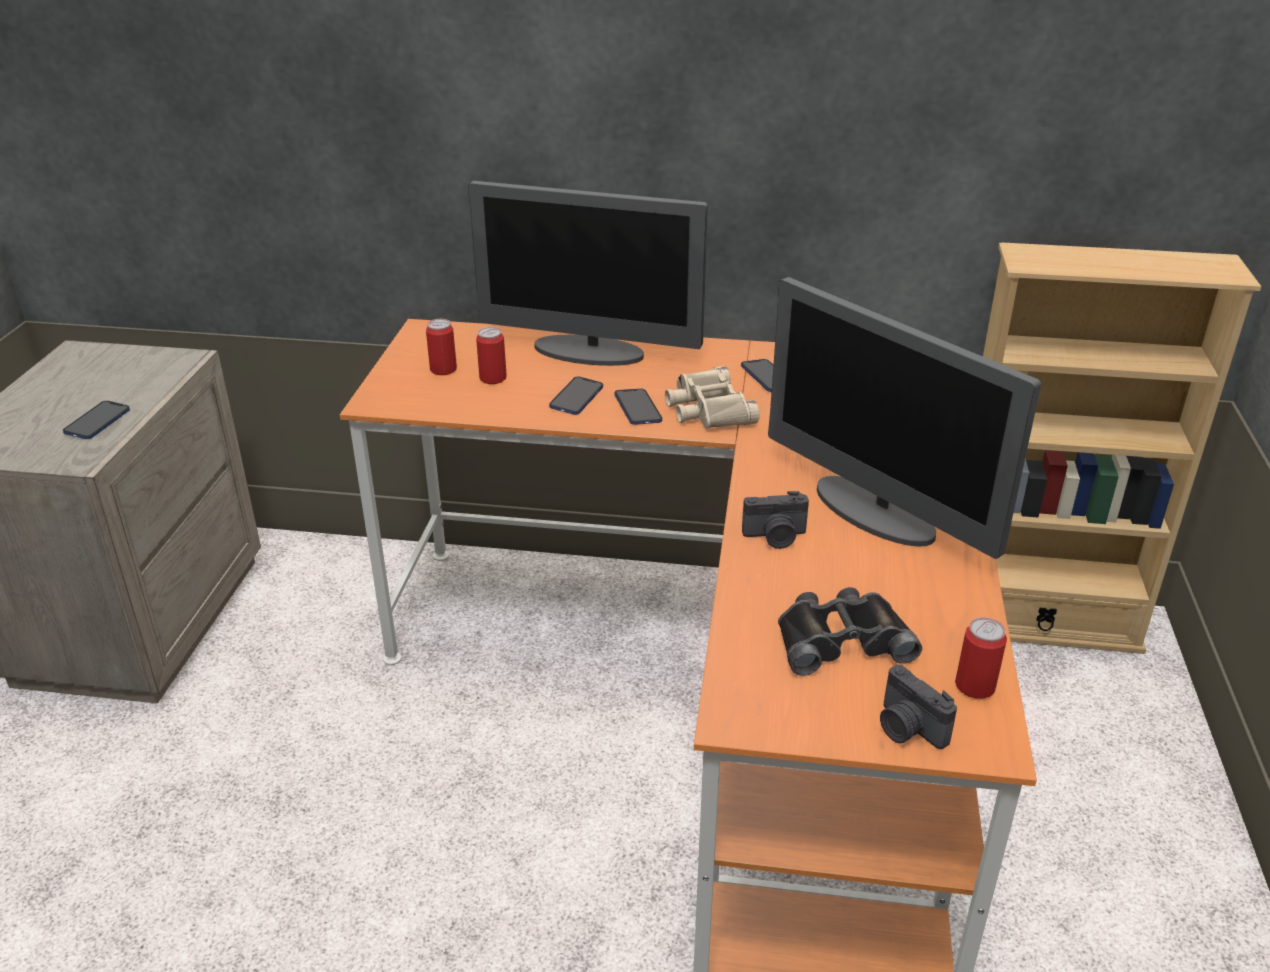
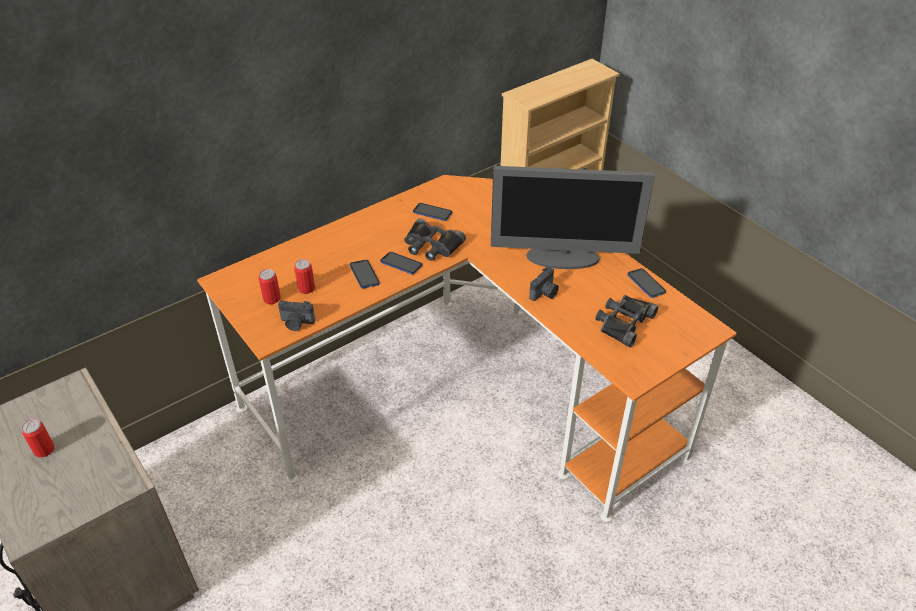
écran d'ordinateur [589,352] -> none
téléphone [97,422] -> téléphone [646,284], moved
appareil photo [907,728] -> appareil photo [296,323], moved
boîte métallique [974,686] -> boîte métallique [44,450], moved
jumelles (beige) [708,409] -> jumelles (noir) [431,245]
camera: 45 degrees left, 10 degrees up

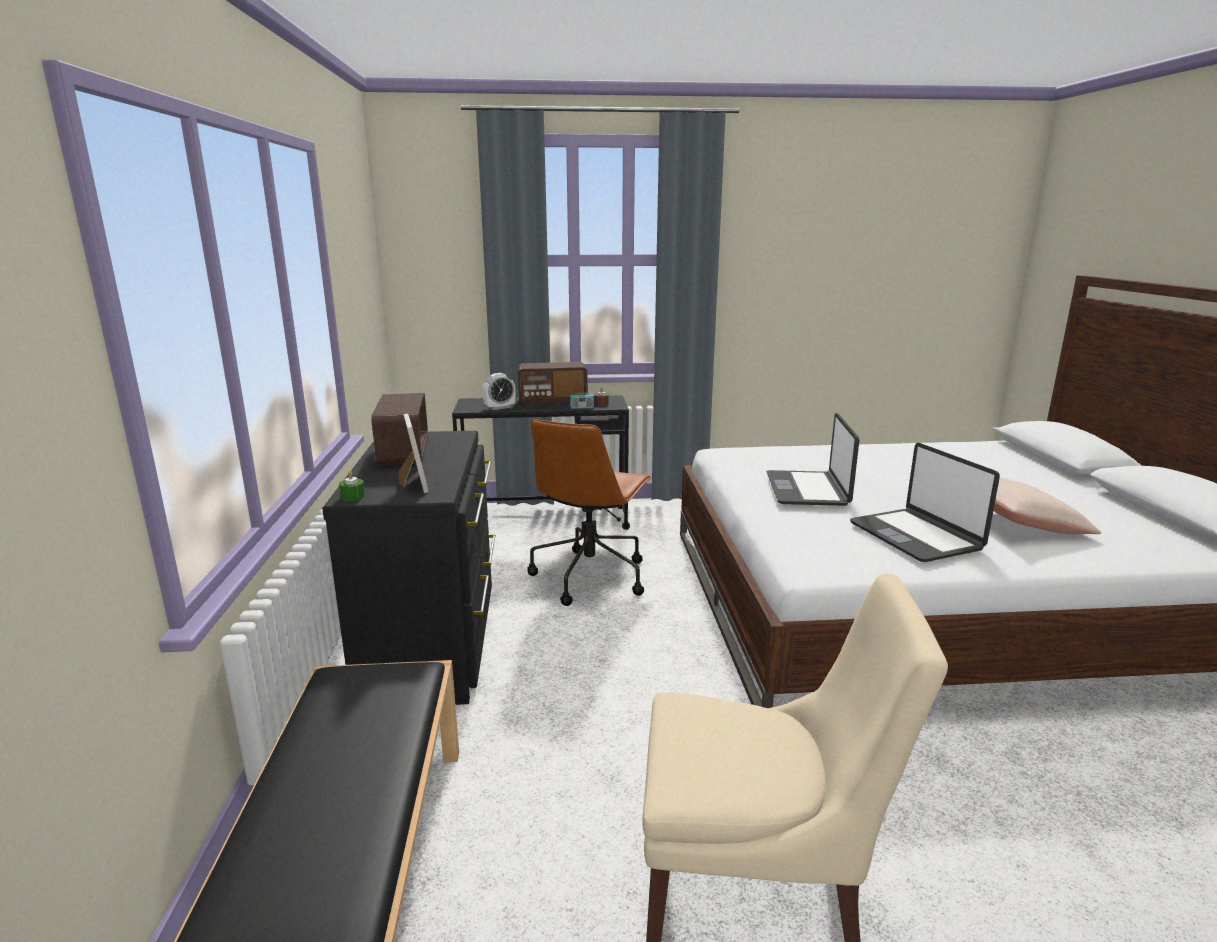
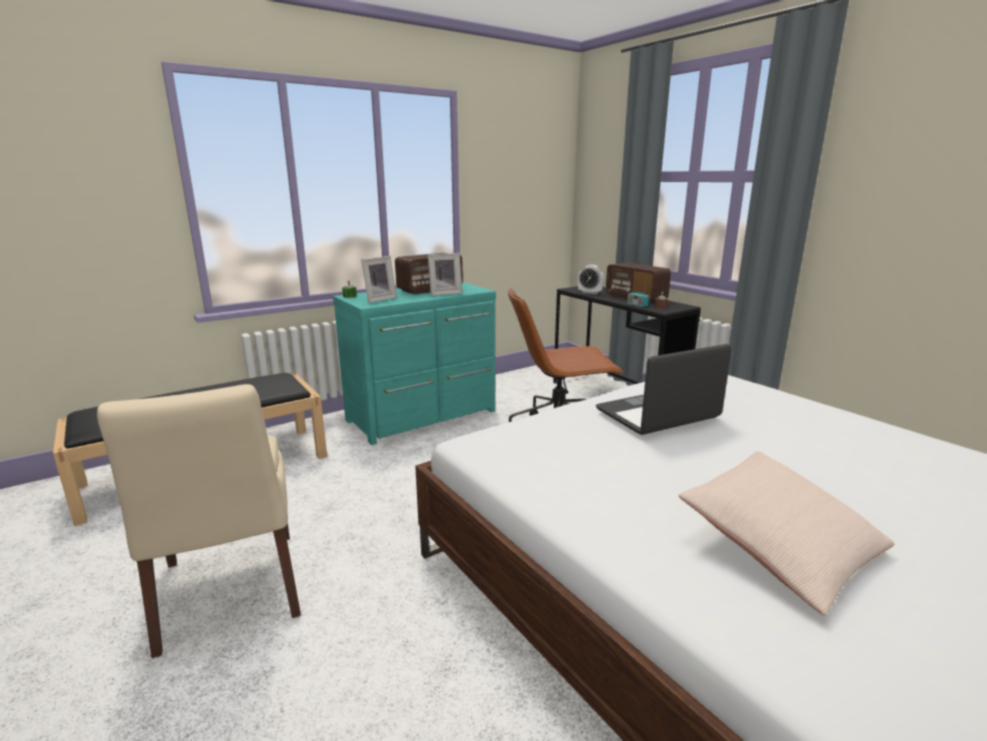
ordinateur portable [916,536] -> none
none -> cadre photo [444,293]
commode (noir) [434,641] -> commode (turquoise) [424,416]
camera: 60 degrees right, 0 degrees up

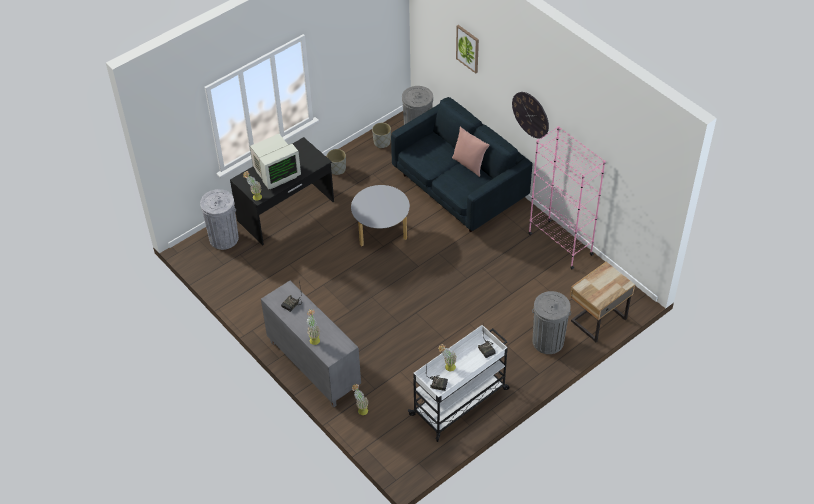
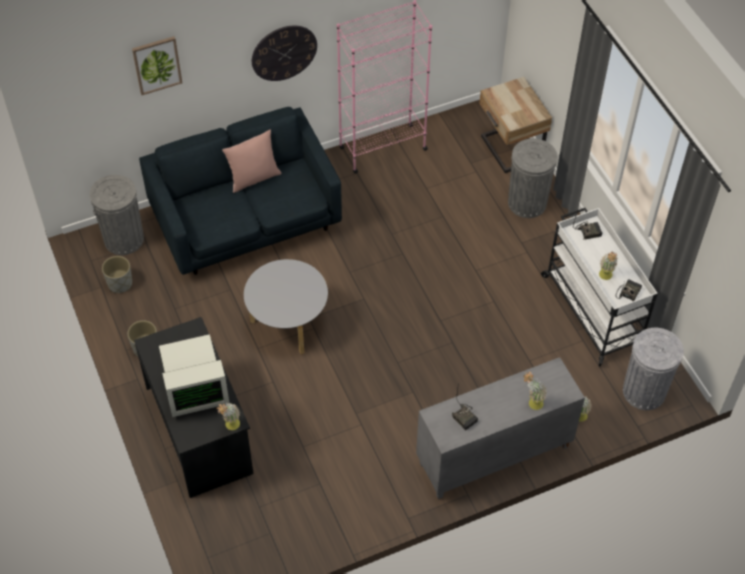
poubelle (gris) [224,238] -> poubelle (gris) [644,391], moved
écran d'ordinateur [276,174] -> écran d'ordinateur [195,390], 90 degrees clockwise
camera: 75 degrees left, 5 degrees up

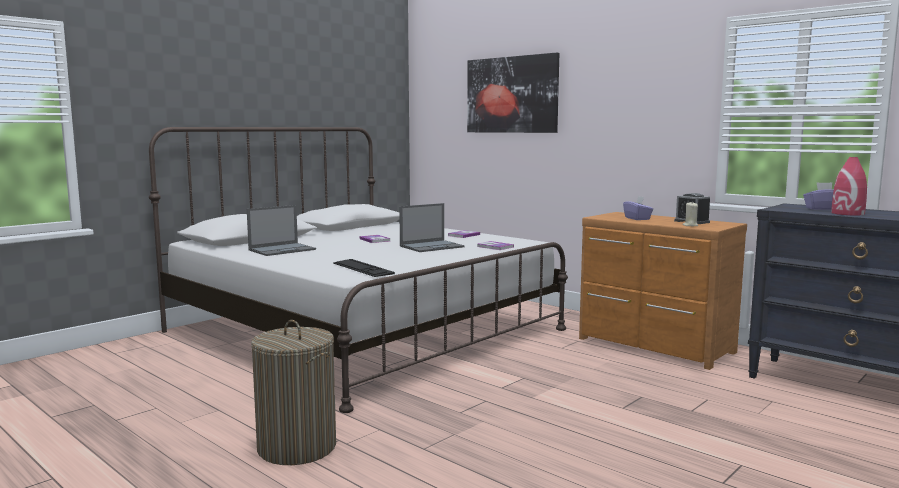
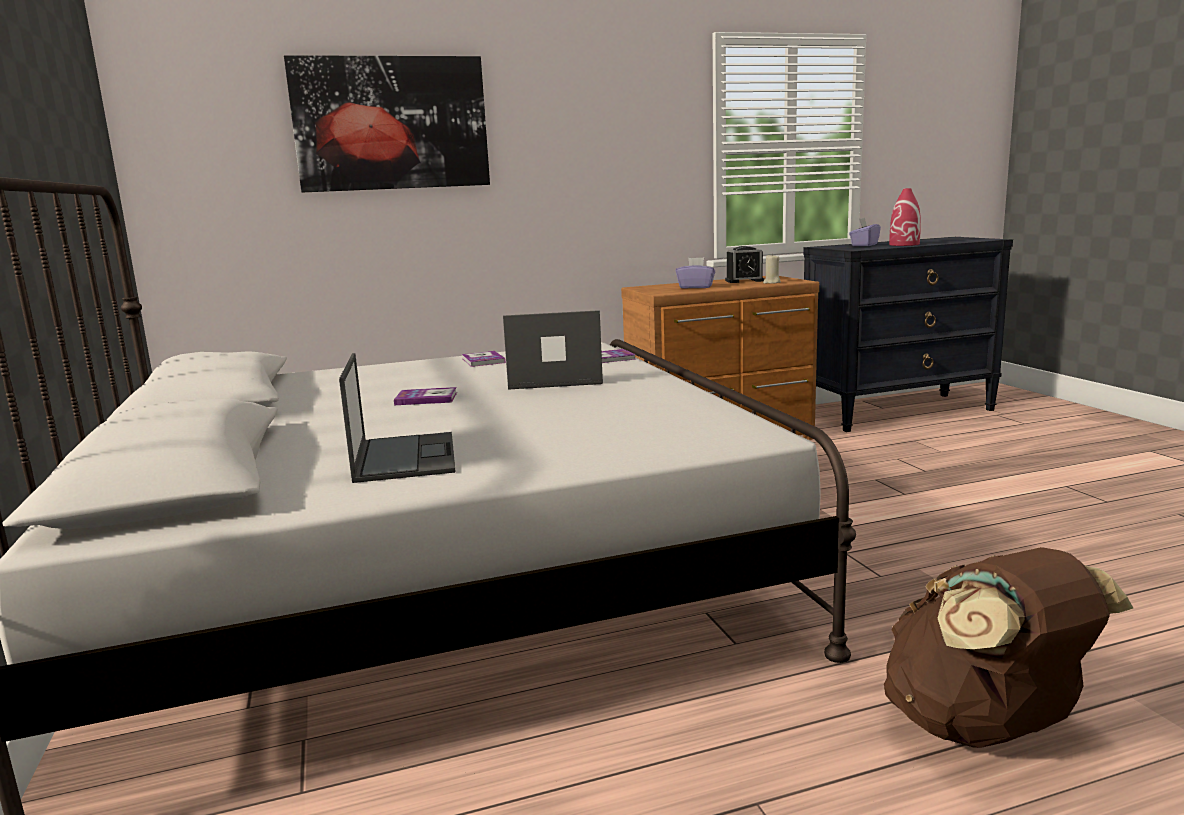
clavier [362,268] -> none
panier à linge [296,447] -> sac à dos (marron) [984,729]
ordinateur portable [432,246] -> ordinateur portable [553,379], 90 degrees counterclockwise
camera: 60 degrees left, 5 degrees up

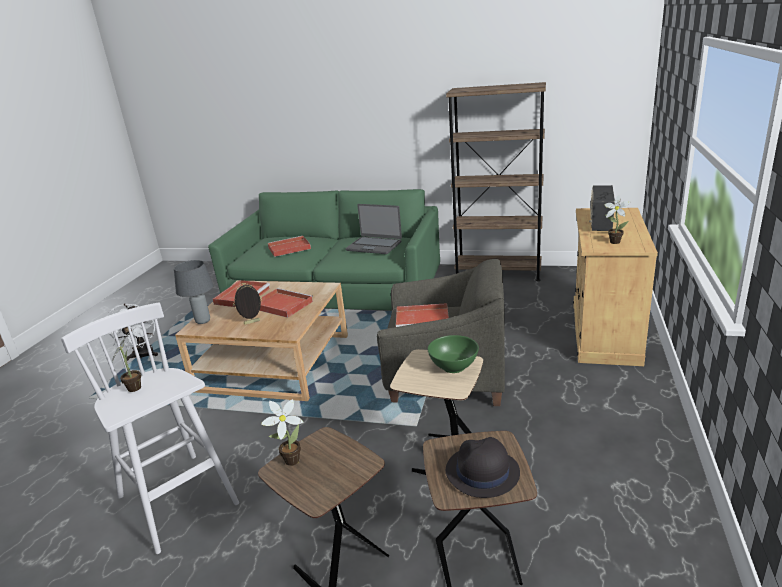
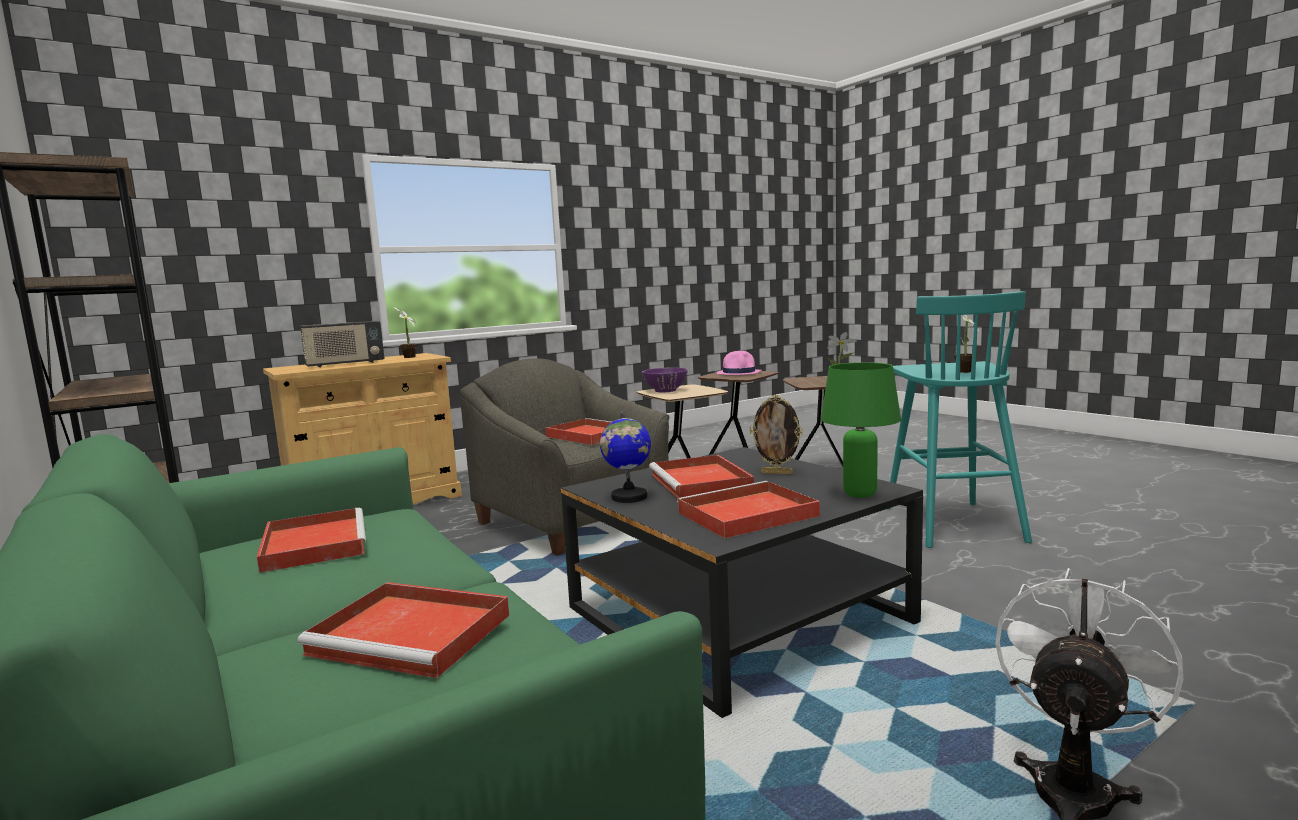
none -> globe [629,497]
ordinateur portable [374,246] -> plateau (rouge) [313,544]
tabouret (blanc) [179,501] -> tabouret (turquoise) [951,523]
lampe de table (gris) [203,321] -> lampe de table (vert) [859,494]
table basse (beige) [274,362] -> table basse (noir) [736,615]
bol (vert) [454,367] -> bol (violet) [665,390]
chapeau (noir) [482,472] -> chapeau (rose) [739,373]
camera: 140 degrees left, 15 degrees down

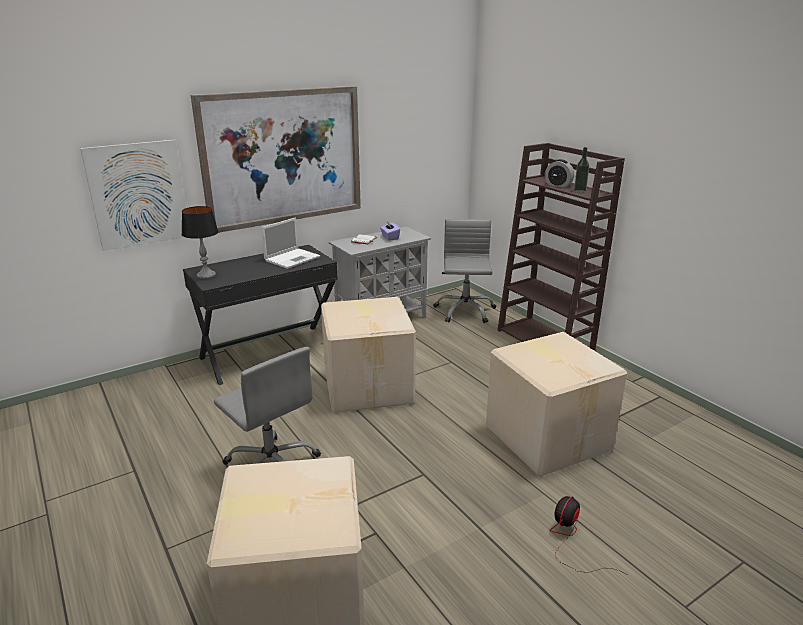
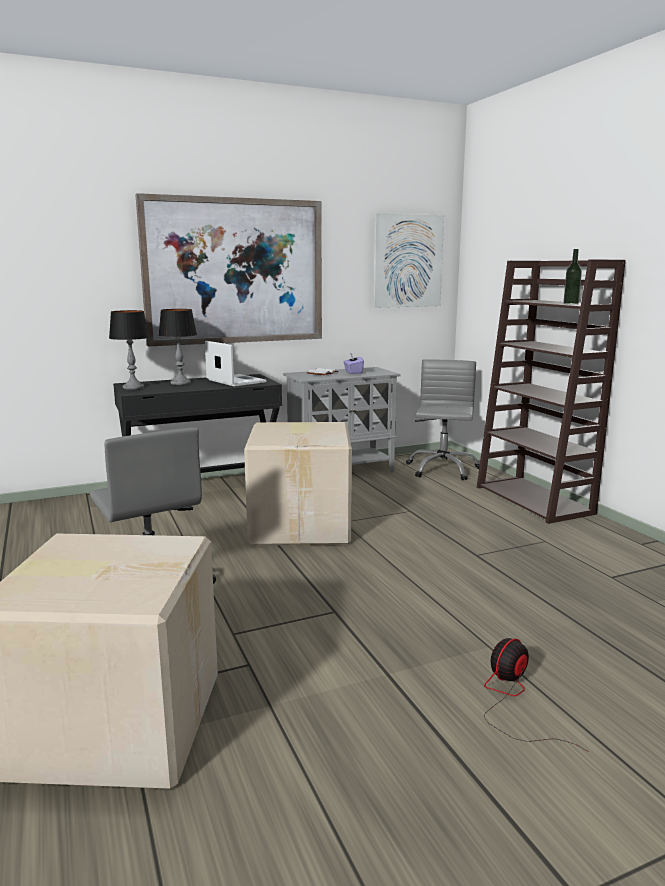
carton [547,437] -> none
réveil [558,185] -> none
none -> lampe de table [181,383]
tableau [138,194] -> tableau [408,261], moved
ordinateur portable [293,258] -> ordinateur portable [235,381], 90 degrees counterclockwise
camera: 10 degrees right, 10 degrees down

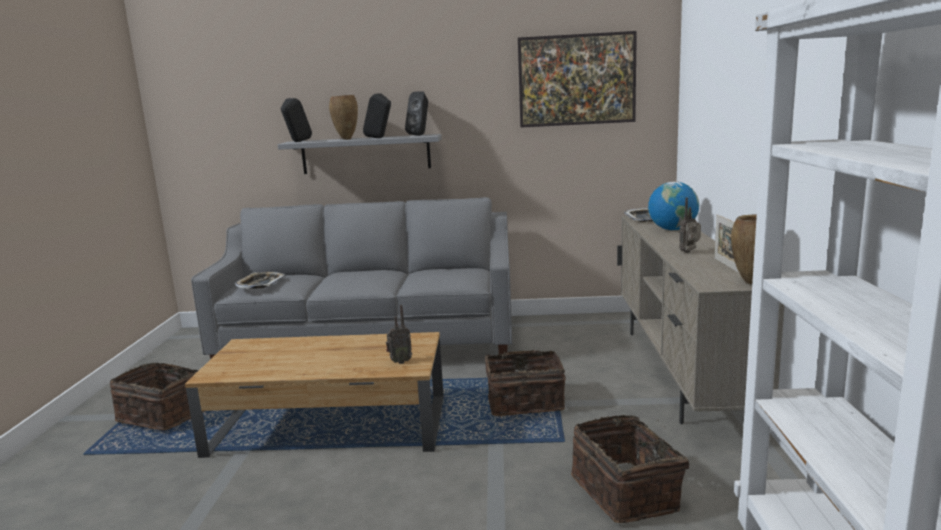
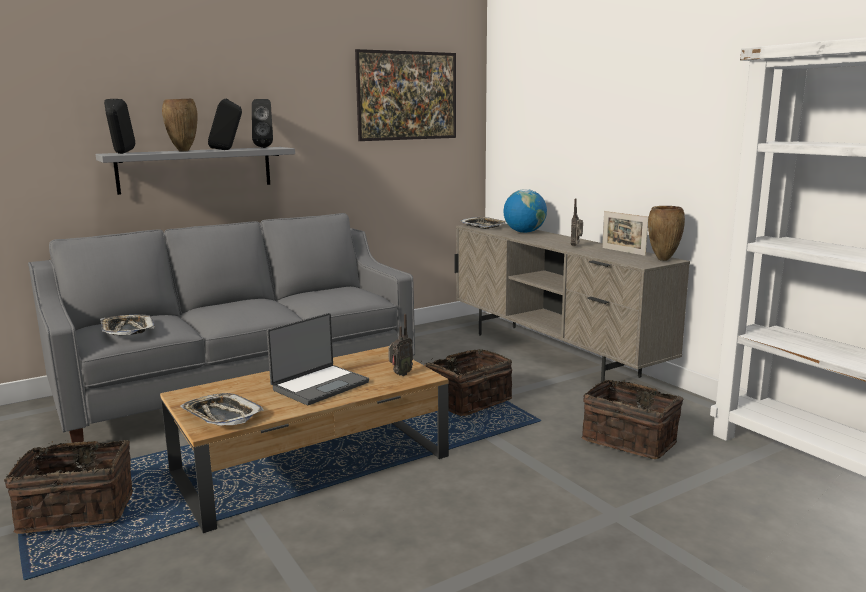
none -> plateau [221,415]
none -> ordinateur portable [319,385]
camera: 35 degrees left, 0 degrees up

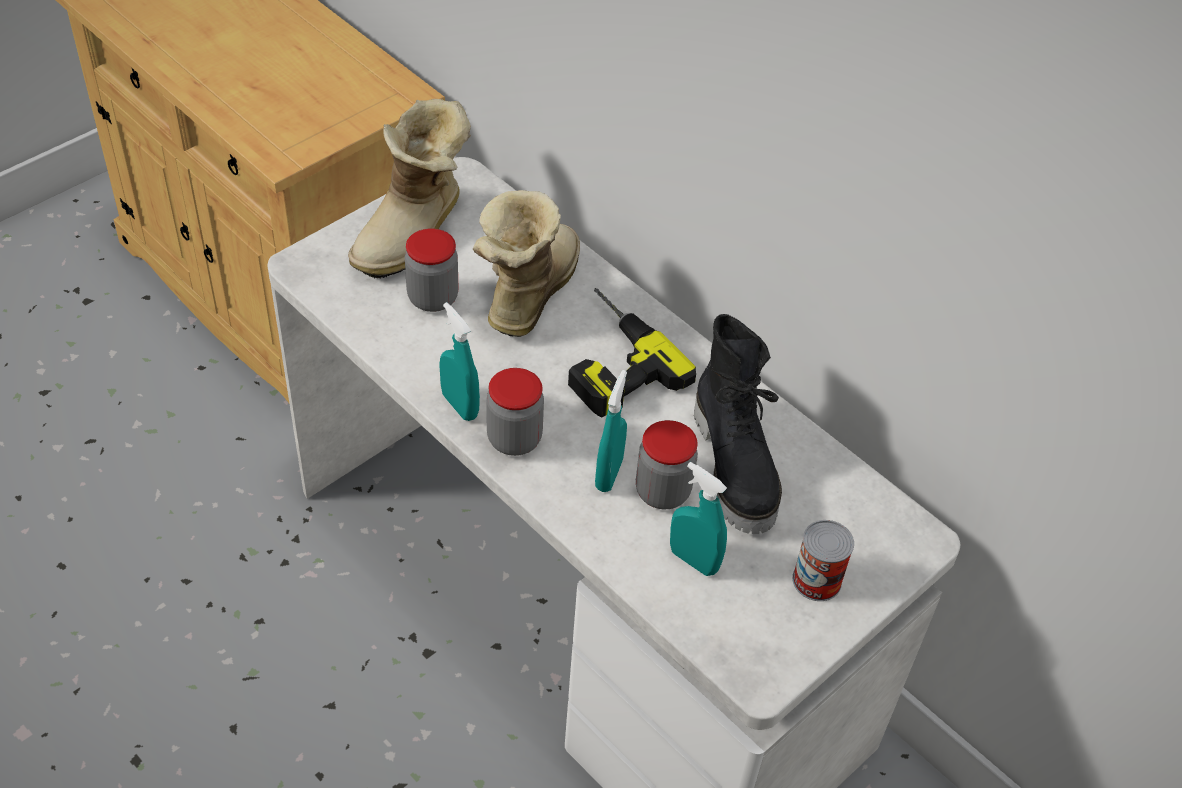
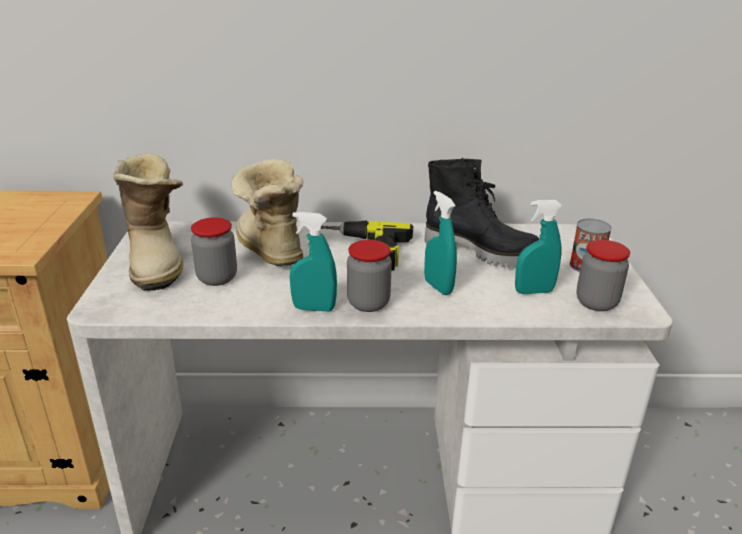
bocal [662,492] -> bocal [596,302], moved
camera: 45 degrees left, 20 degrees down

